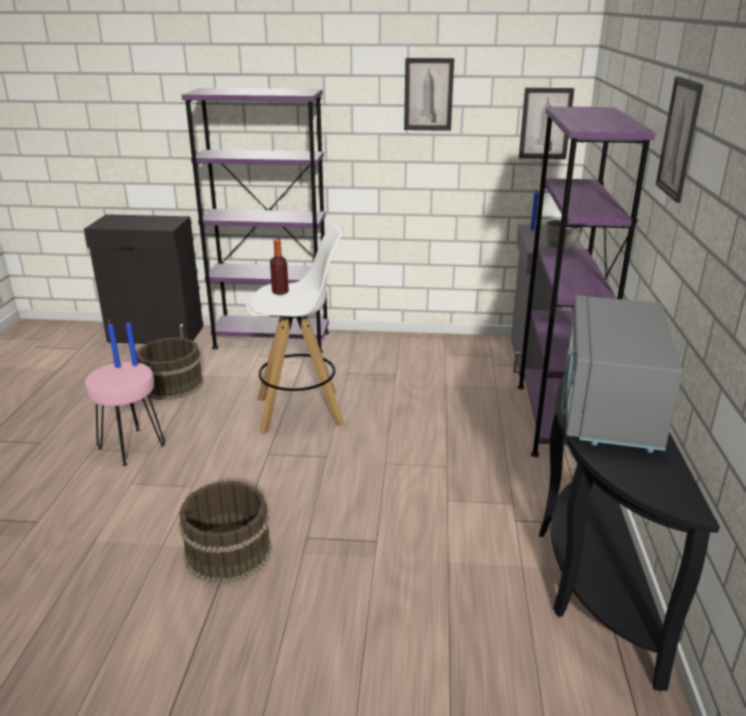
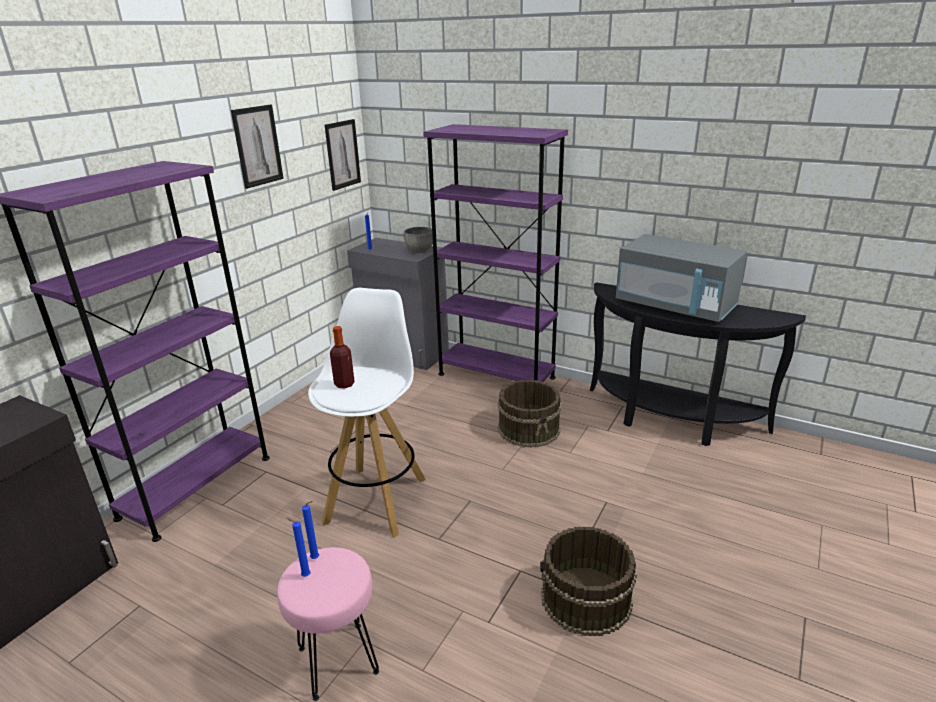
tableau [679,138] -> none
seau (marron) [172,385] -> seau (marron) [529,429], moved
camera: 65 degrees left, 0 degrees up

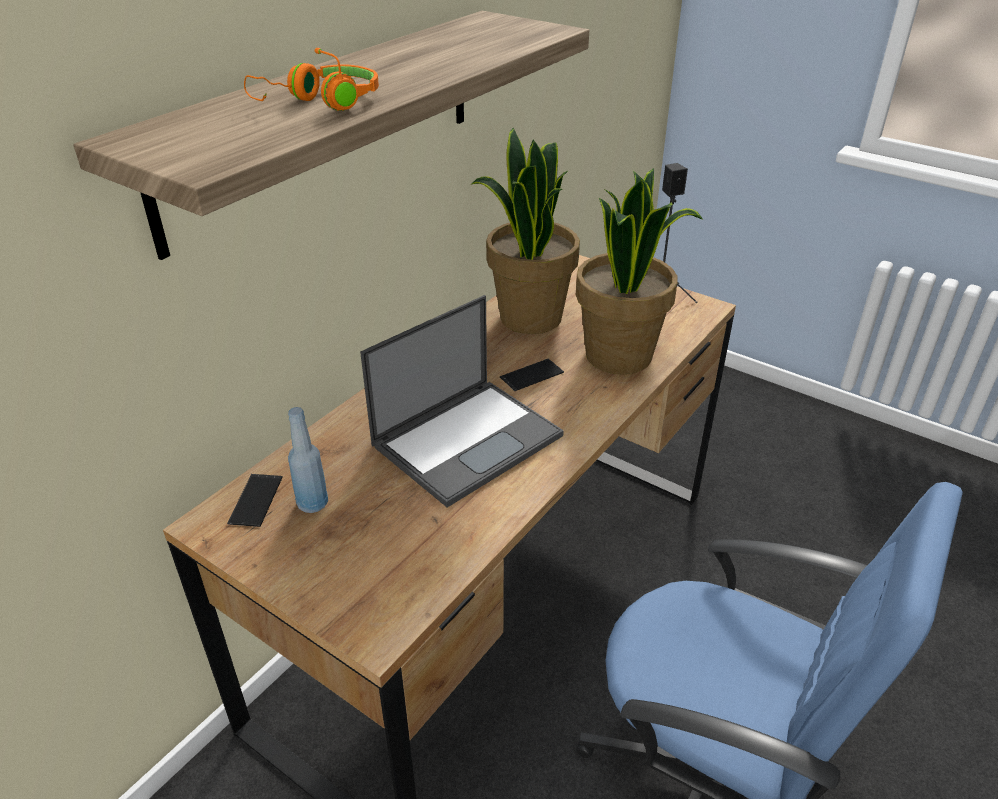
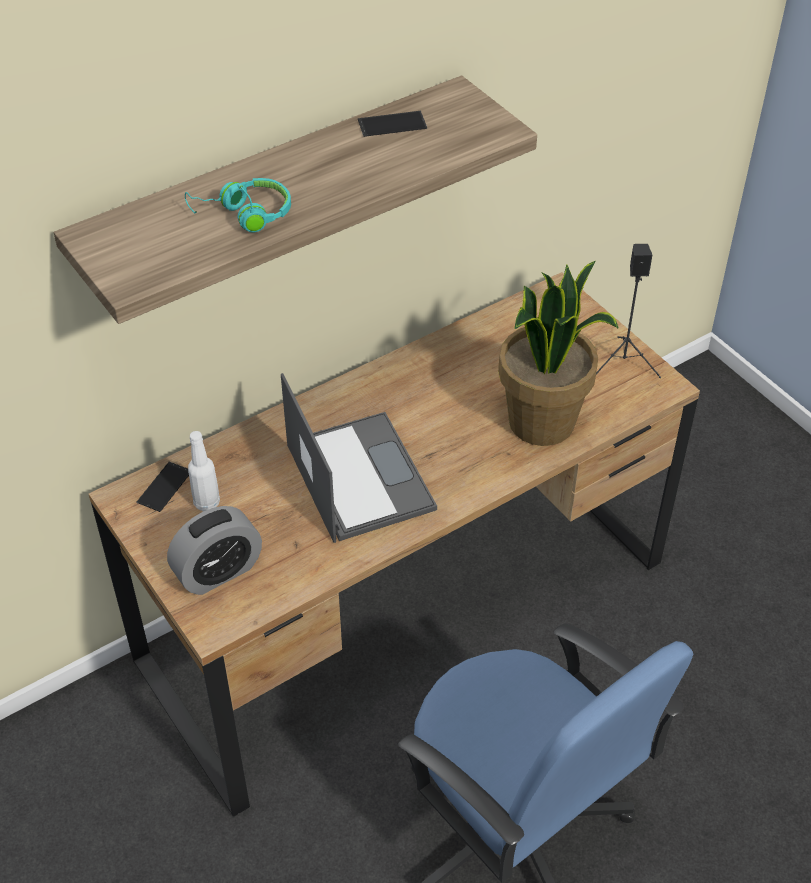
plante en pot [529,317] -> none
none -> réveil [218,572]
téléphone [531,375] -> téléphone [392,124], moved
casque audio (orange) [322,102] -> casque audio (turquoise) [244,215]
bouteille (bleu) [313,504] -> bouteille (blanc) [207,503]
ordinateur portable [468,439] -> ordinateur portable [358,476], 90 degrees counterclockwise
camera: 20 degrees right, 10 degrees up

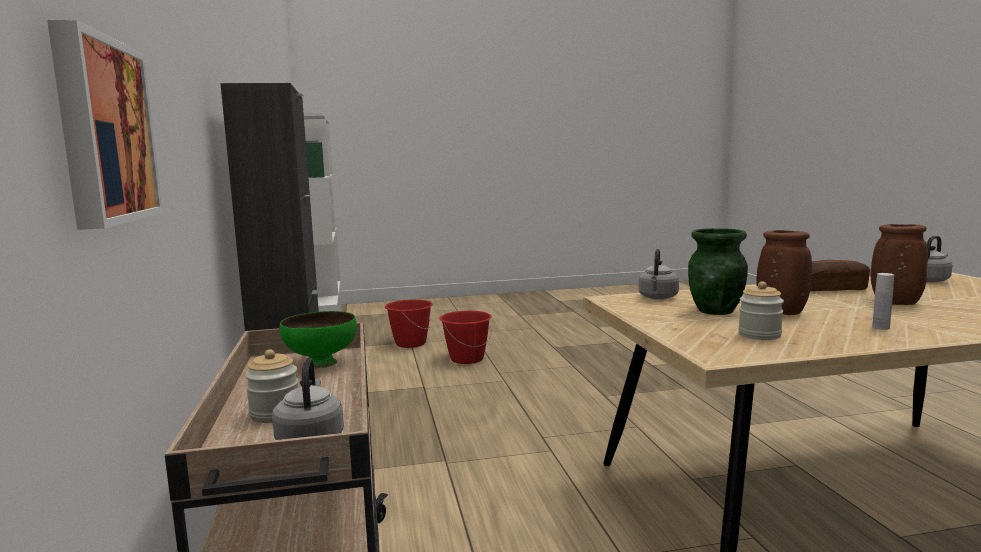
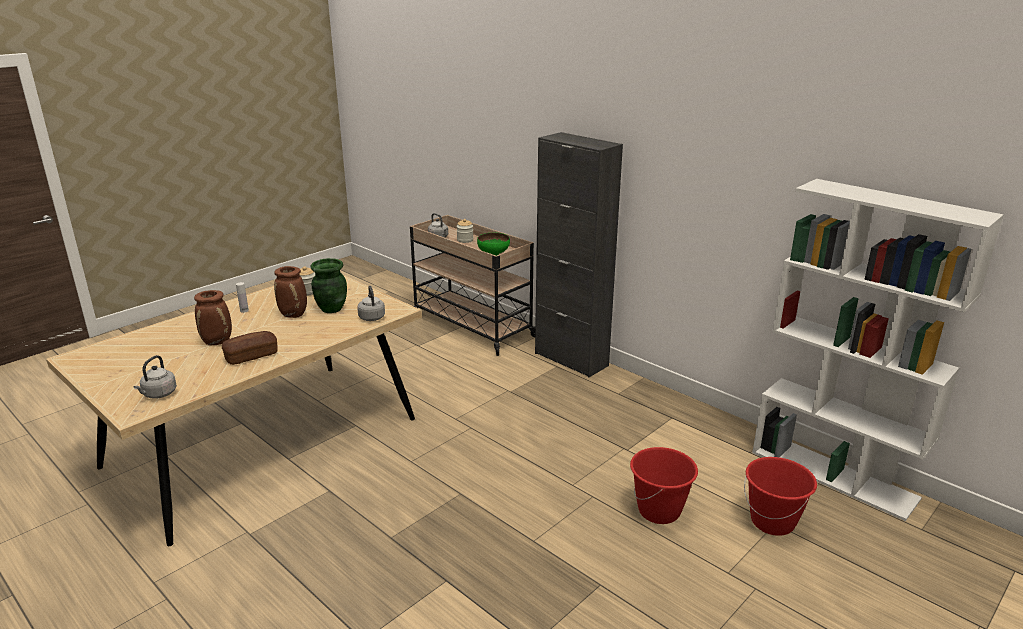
tableau [102,132] -> none
camera: 145 degrees right, 15 degrees up

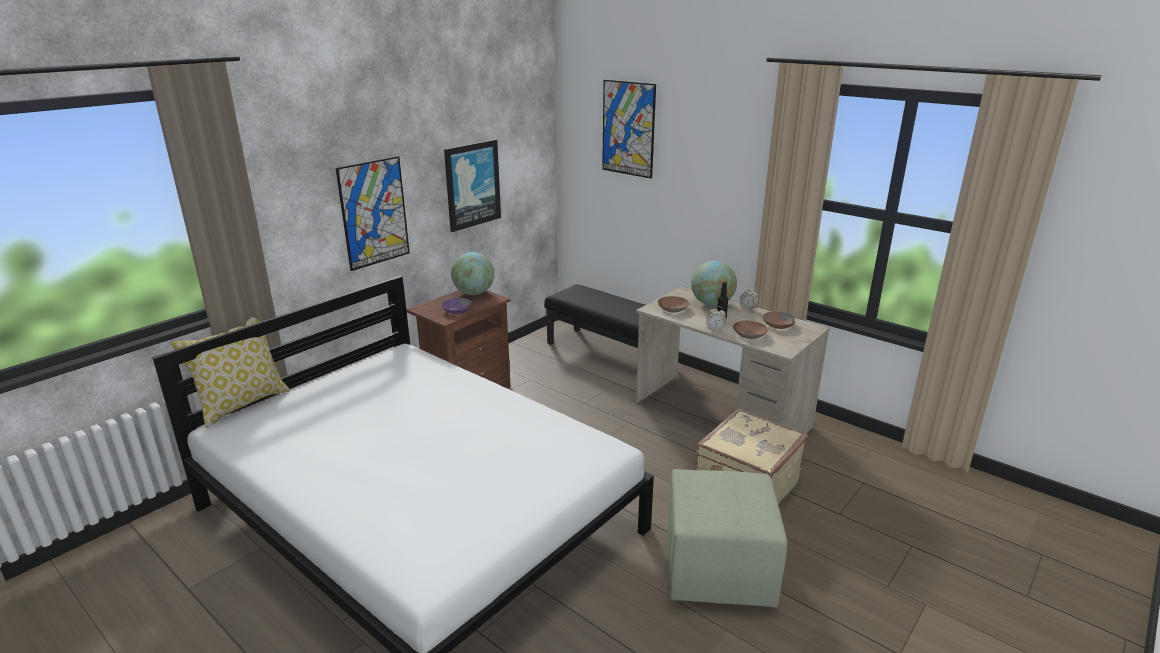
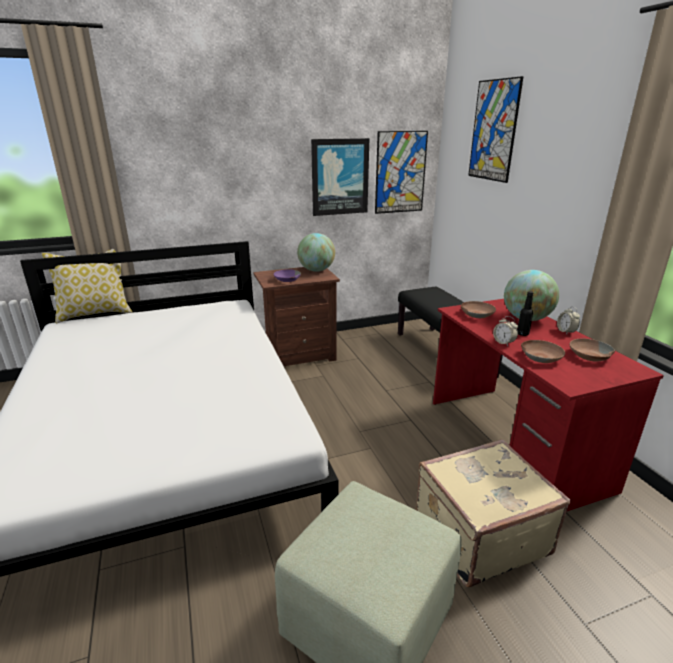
tableau [374,213] -> tableau [400,172], moved
bureau (beige) [721,415] -> bureau (rouge) [513,443]
camera: 30 degrees right, 0 degrees up

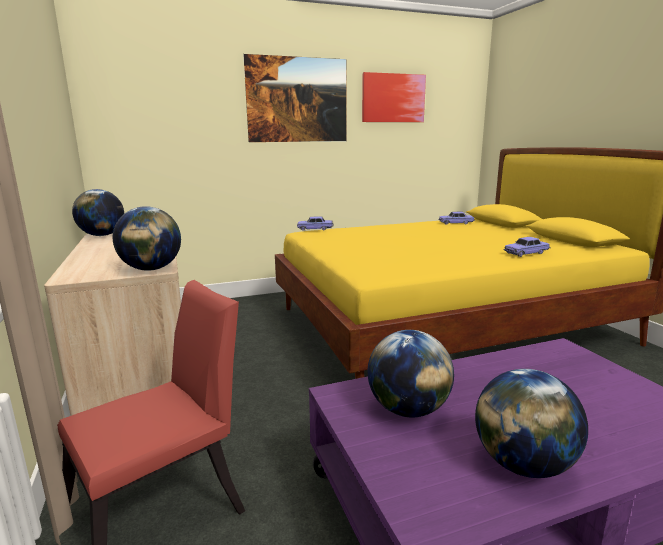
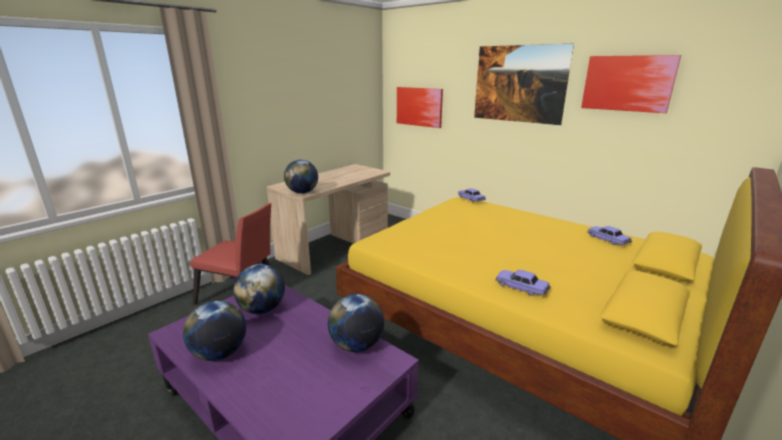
none -> tableau [419,106]
globe [102,235] -> globe [357,345], moved
camera: 60 degrees right, 5 degrees up

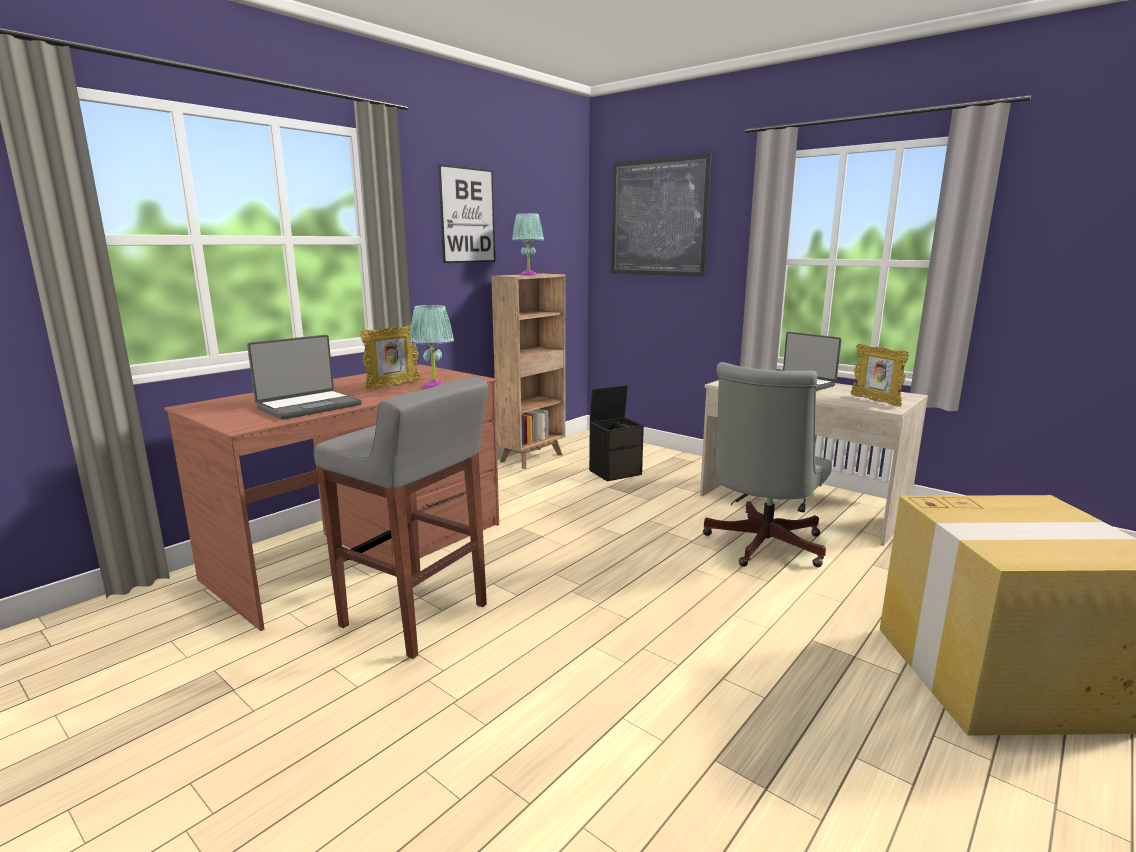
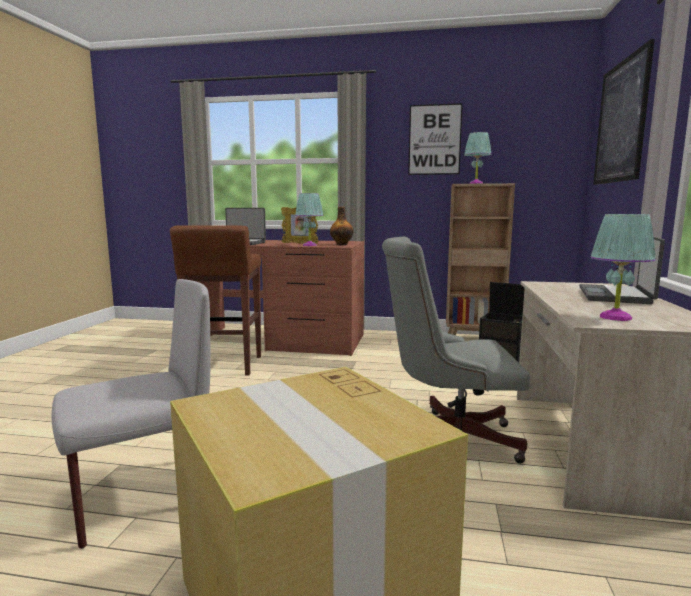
none -> chaise (gris) [145,498]
none -> bouteille [341,244]
cadre photo [875,401] -> lampe de table (turquoise) [615,317]
tabouret (gris) [416,616] -> tabouret (marron) [224,366]
camera: 60 degrees right, 5 degrees down

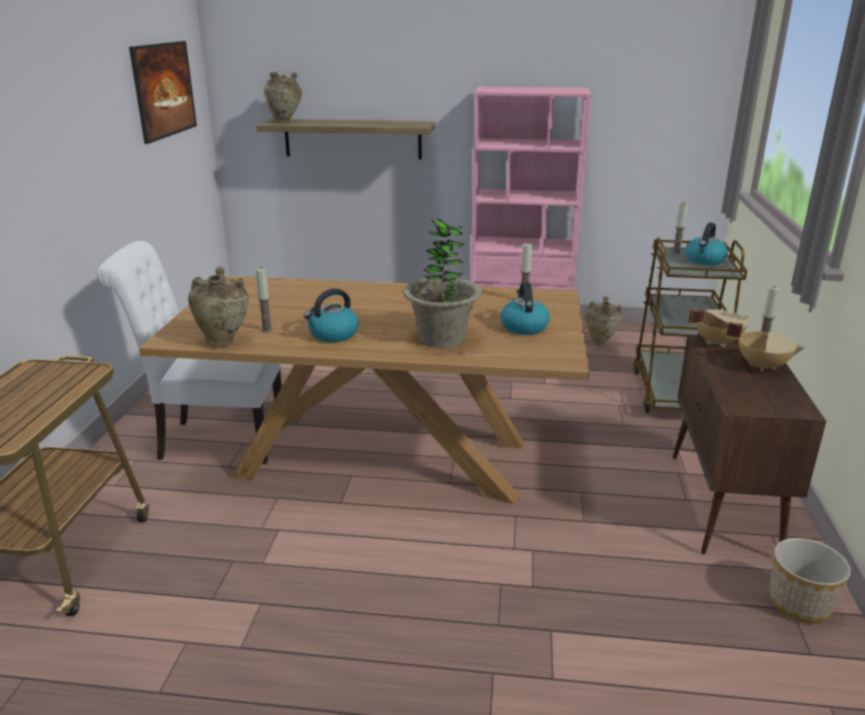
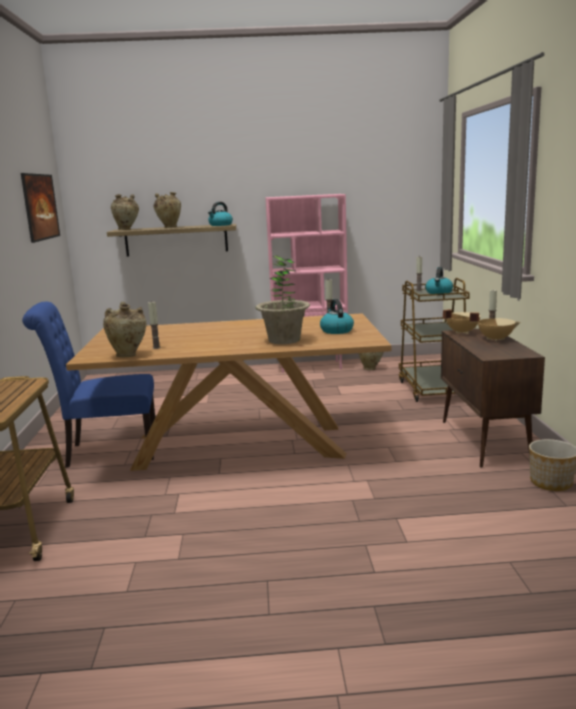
none -> vase (beige) [169,227]
bouilloire [333,334] -> bouilloire [220,225], moved
chaise (blanc) [214,440] -> chaise (bleu) [106,452]
camera: 10 degrees left, 10 degrees down

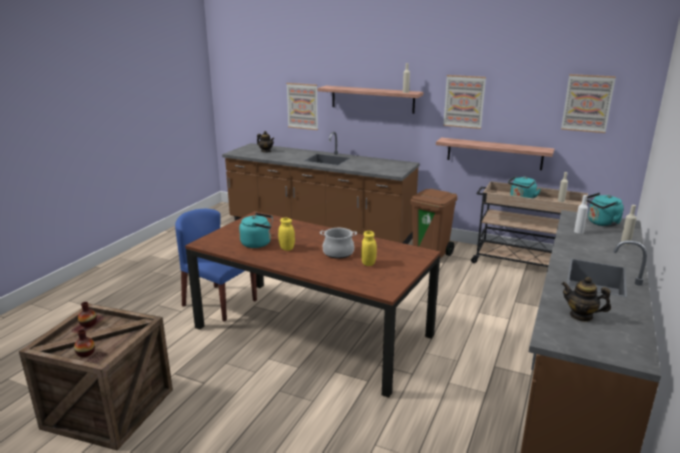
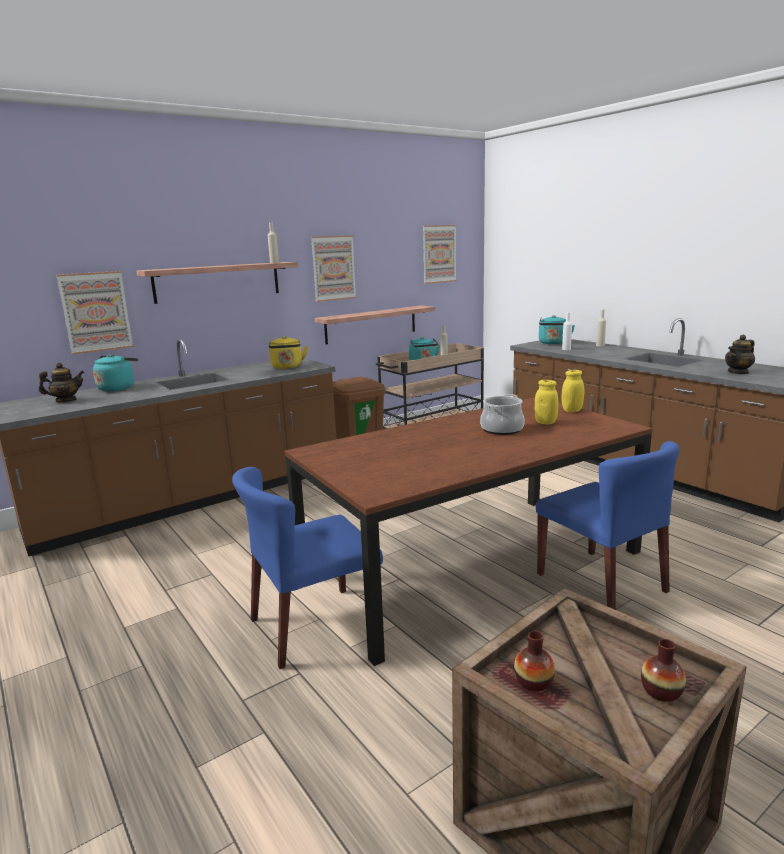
none -> bouilloire (jaune) [287,367]
none -> chaise (bleu) [601,583]
bouilloire (turquoise) [258,243] -> bouilloire (turquoise) [118,388], moved
bocal (jaune) [287,248] -> bocal (jaune) [572,410], moved
camera: 60 degrees left, 5 degrees down

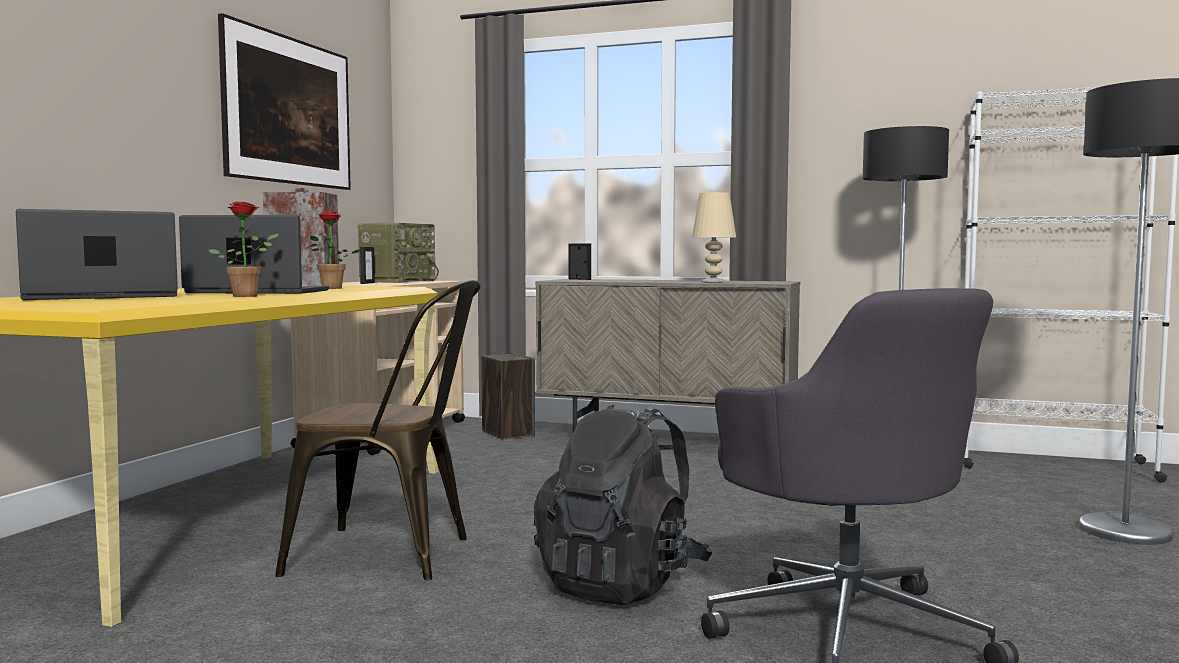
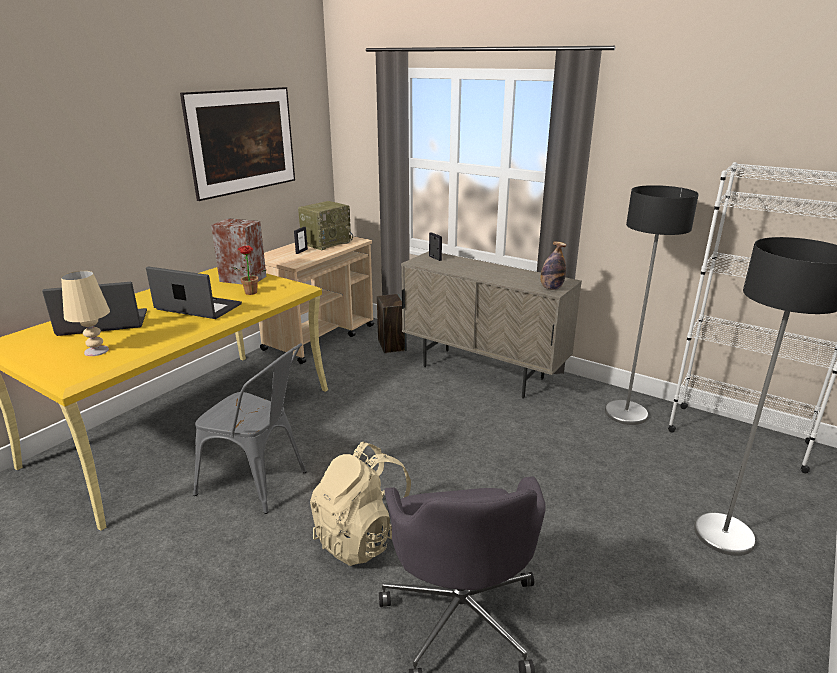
plante en pot [248,296] -> none
none -> bouteille [551,288]
lampe de table (beige) [713,281] -> lampe de table (beige) [96,351], moved
chaise (marron) [393,555] -> chaise (gris) [260,483]
sac à dos (noir) [622,583] -> sac à dos (beige) [365,537]
camera: 15 degrees right, 20 degrees up

